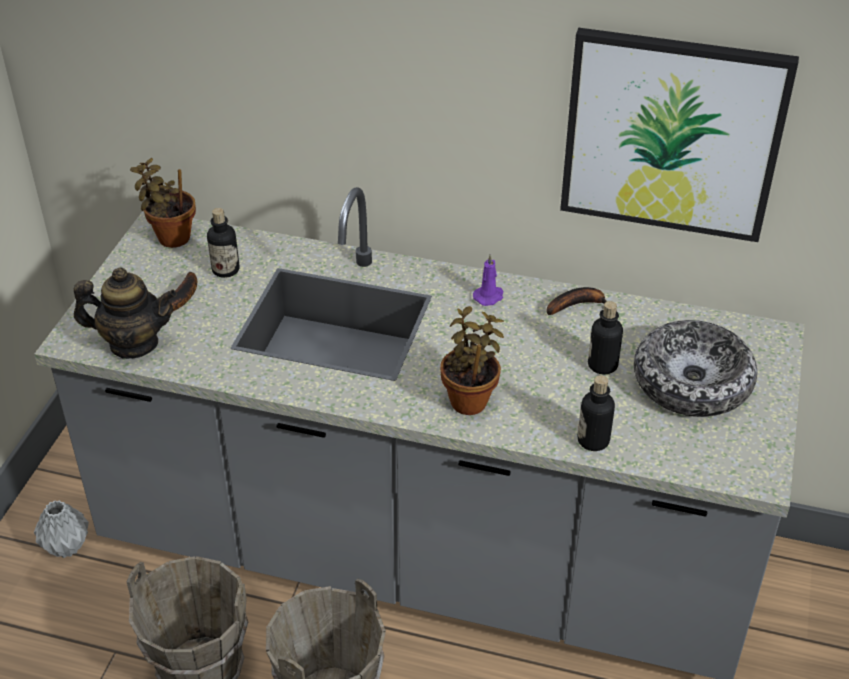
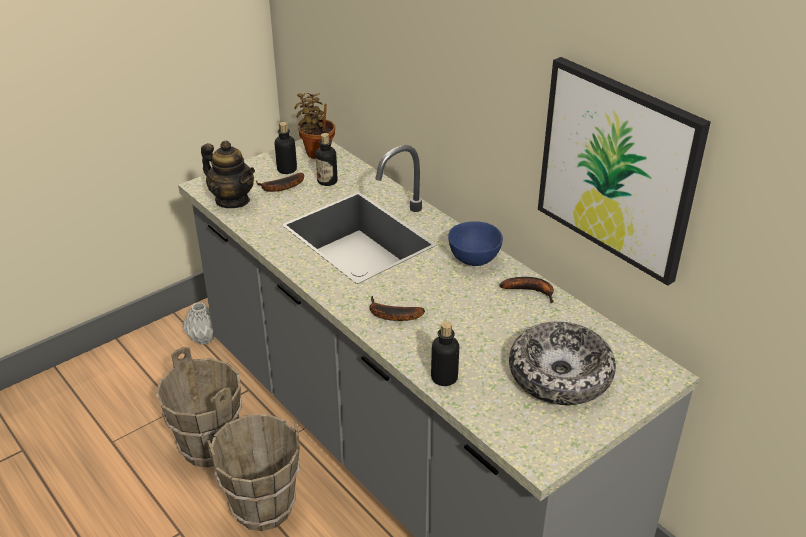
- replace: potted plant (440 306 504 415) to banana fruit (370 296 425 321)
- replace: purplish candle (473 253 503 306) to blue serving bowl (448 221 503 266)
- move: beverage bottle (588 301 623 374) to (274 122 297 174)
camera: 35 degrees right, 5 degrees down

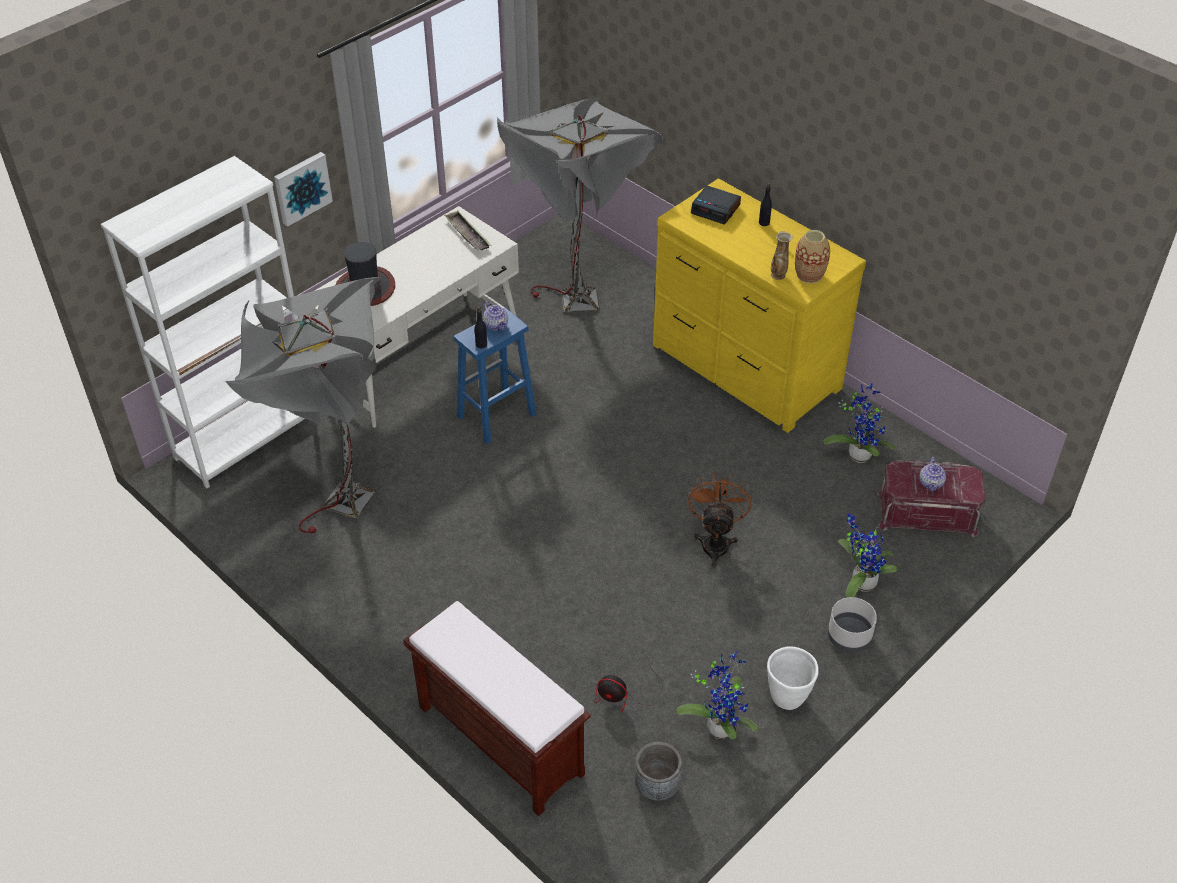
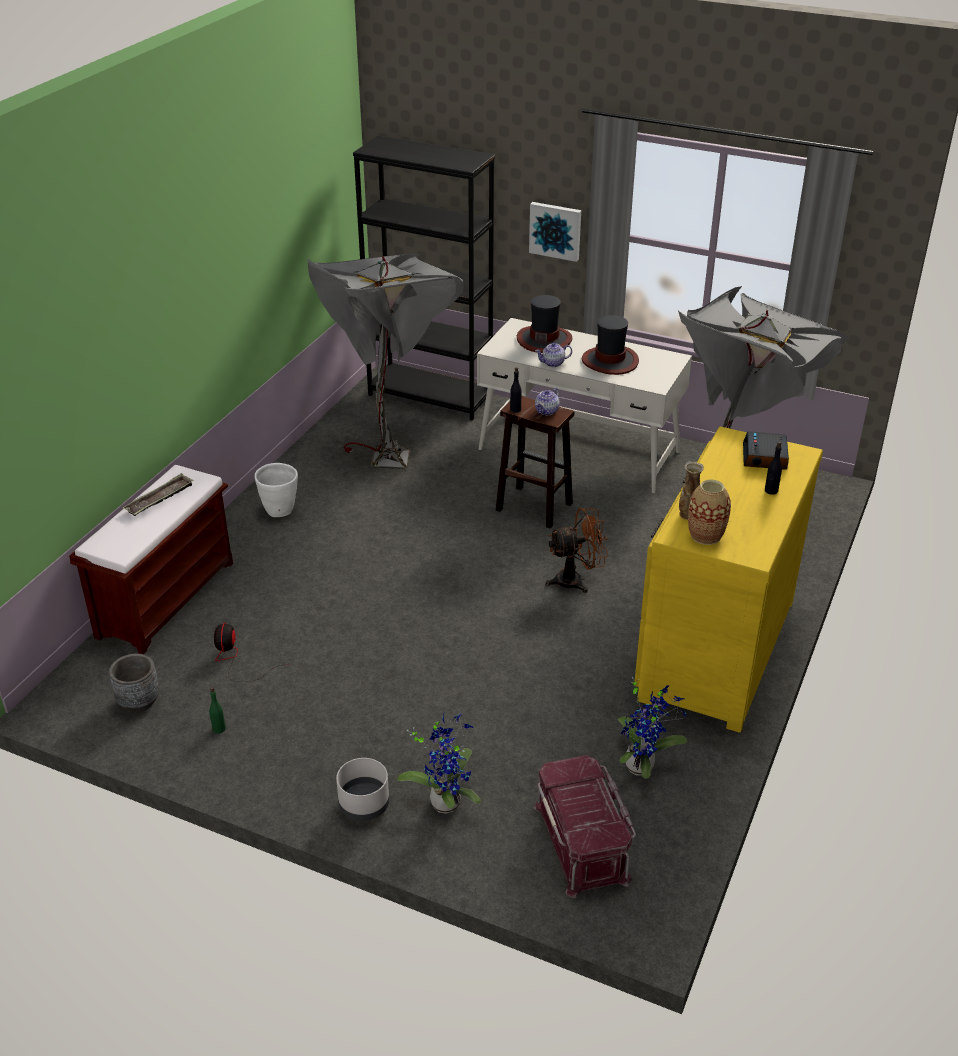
- recolor: whitish bookshelf (101 156 305 488) to black-coloured bookshelf (353 135 495 421)
- move: tray (444 211 492 250) to (122 473 194 516)
- recolor: blue stool (453 308 536 444) to brownish stool (496 396 574 529)
- replace: potted plant (676 651 759 739) to green beverage bottle (209 687 226 734)
- move: brownish electric fan (688 472 751 568) to (545 508 608 593)
- move: whitish planter (767 647 819 710) to (255 463 298 517)
- move: pot for tea (919 457 946 491) to (535 343 572 367)
- insert: hat (582 315 639 375)
camera: 70 degrees right, 10 degrees down

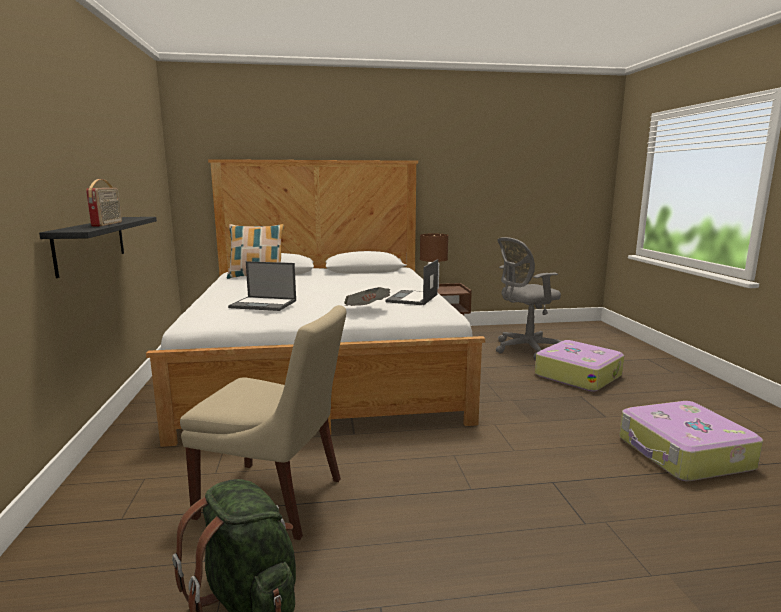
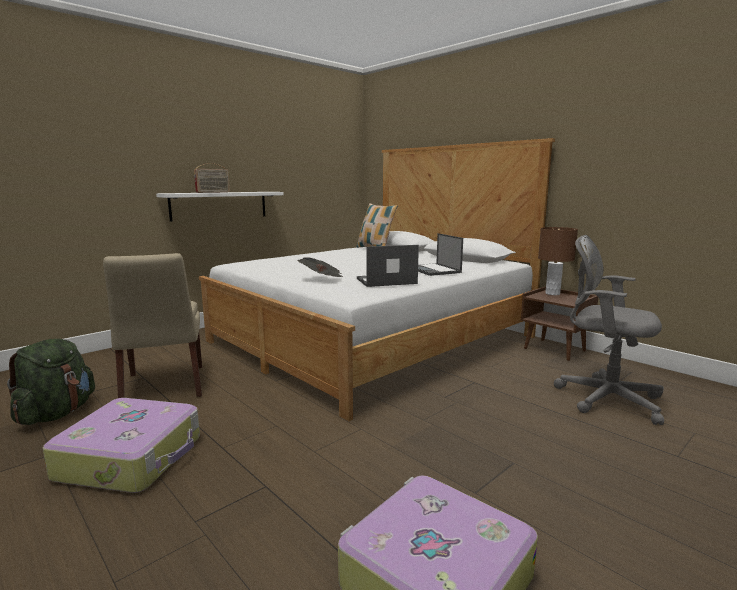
- recolor: black-coloured shelf (39 217 157 278) to whitish shelf (156 192 284 222)
- move: portable computer (228 261 296 311) to (418 233 463 276)
- move: piece of luggage (535 340 624 392) to (43 398 200 493)
camera: 55 degrees right, 0 degrees up

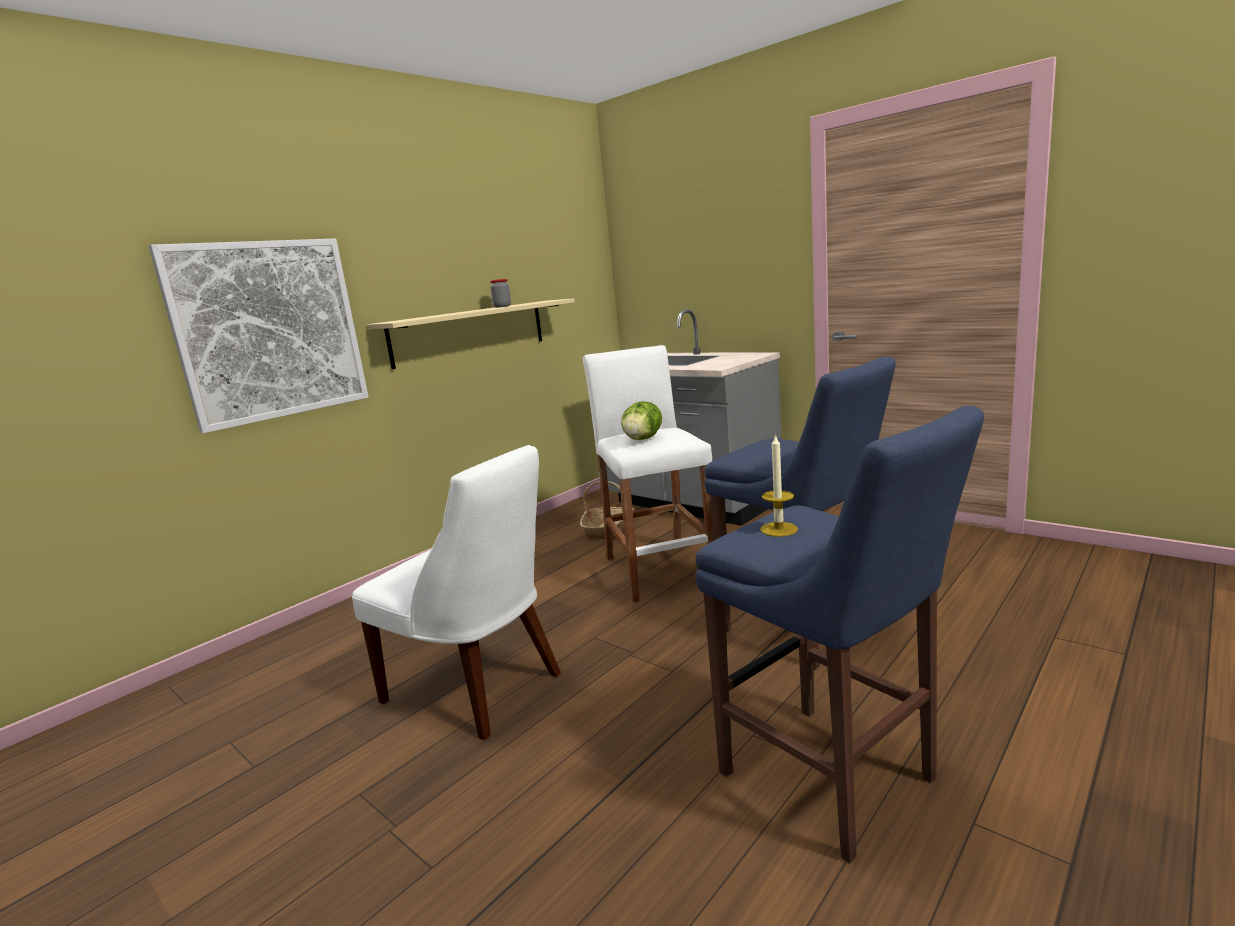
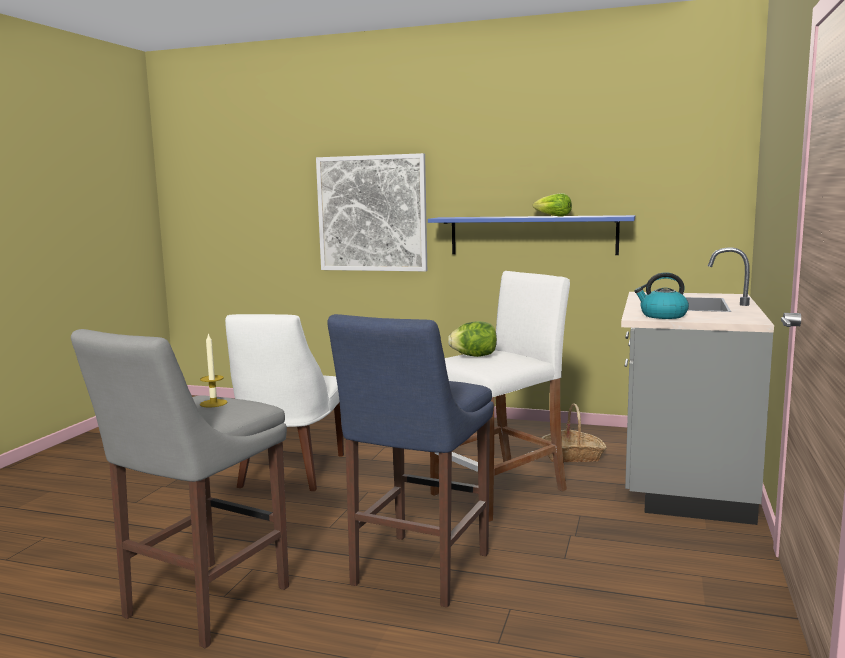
- recolor: beige shelf (367 298 575 369) to blue shelf (428 215 635 255)
- replace: storage jar (490 279 511 308) to lettuce (533 193 572 217)
- recolor: blue stool (695 406 984 863) to greyish stool (71 329 289 649)
- insert: kettle (634 272 689 319)
camera: 65 degrees right, 5 degrees down

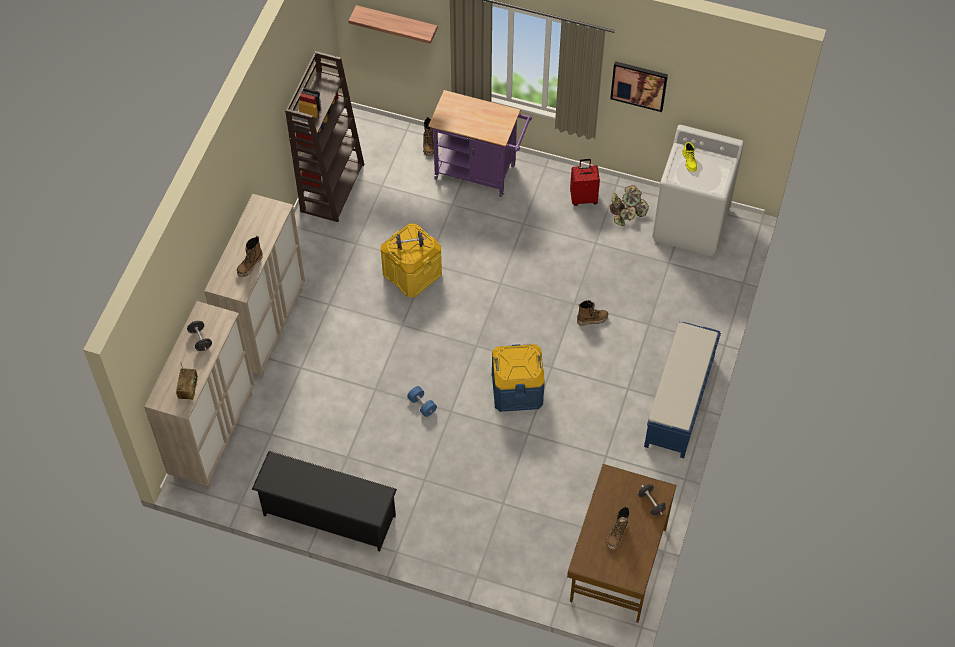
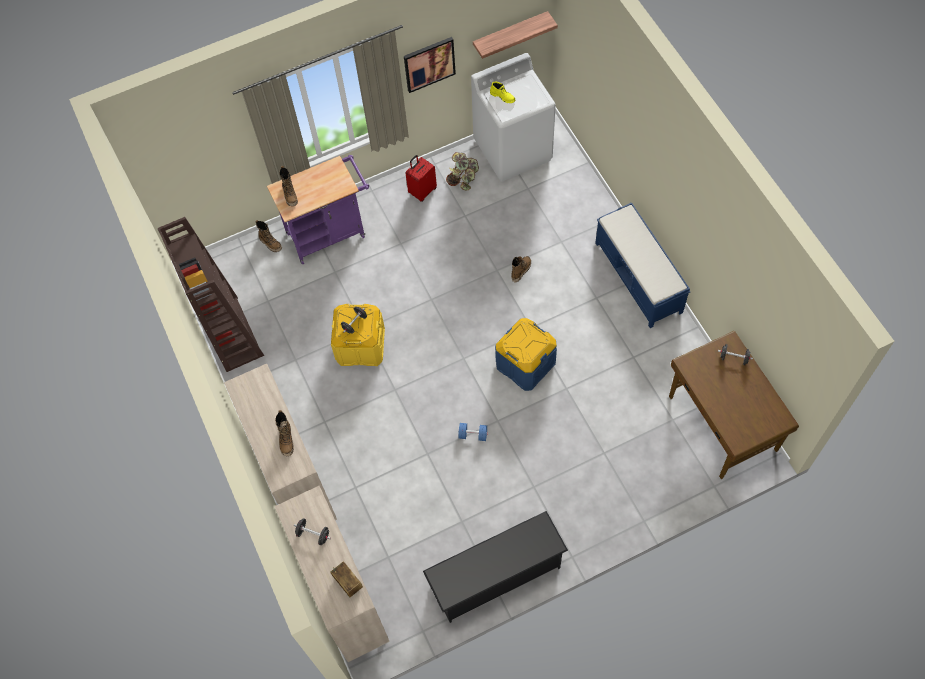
- move: shelf (348 5 438 44) to (473 11 558 59)
- move: high-top boot (607 506 629 550) to (280 166 298 206)
camera: 40 degrees left, 5 degrees up

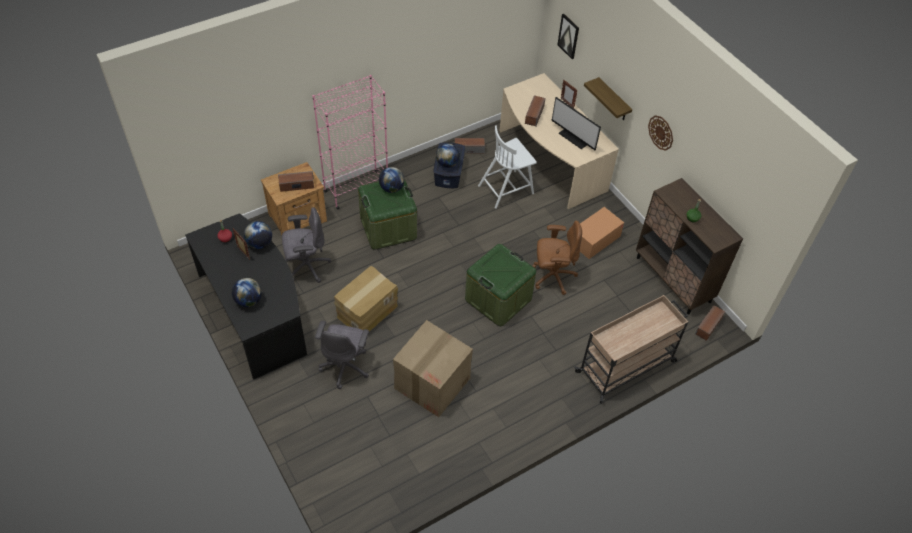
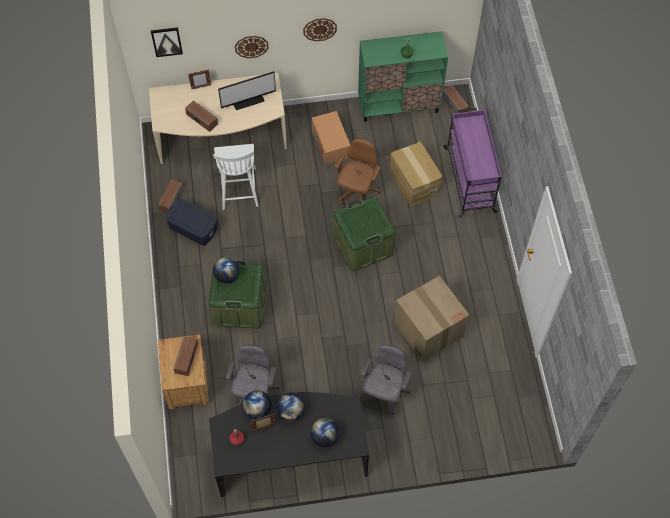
- delete: pink bookshelf (312 75 388 210)
- rotate: greyish office chair (315 321 369 389) = (361 345 412 415) 105 degrees counterclockwise
- move: carton (334 266 398 332) to (390 141 442 206)
- move: globe (436 143 460 168) to (277 393 305 422)
- recolor: beige cart (575 295 688 403) to purplish cart (444 108 502 217)
- replace: shelf (584 77 632 120) to hanging clock (235 36 269 58)
- recolor: brownish cabinet (636 178 743 315) to green cabinet (358 31 448 122)
camera: 65 degrees left, 10 degrees up

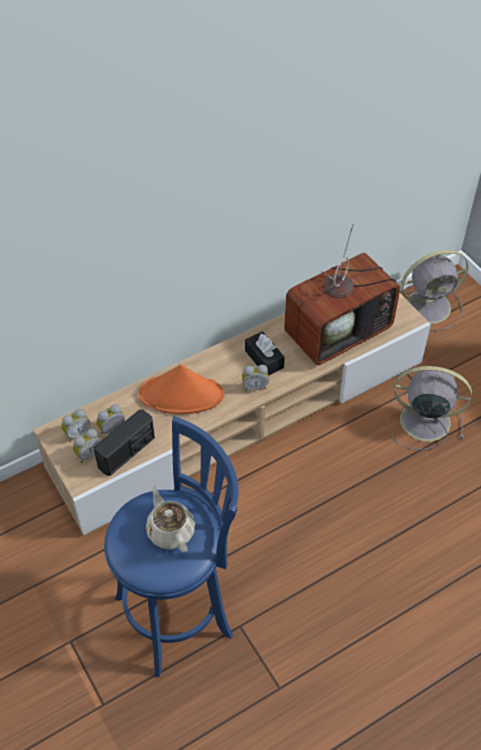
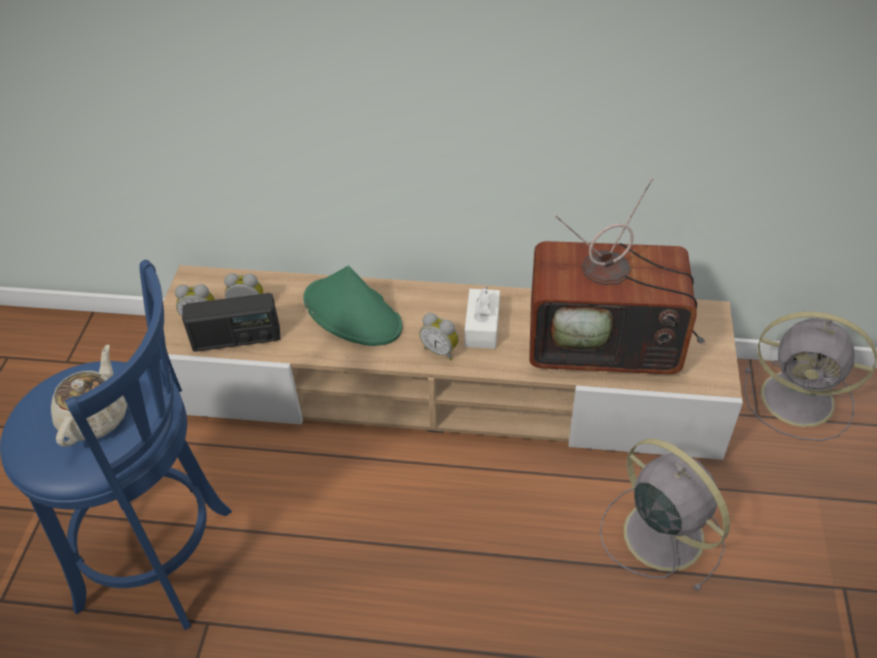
- delete: bedside clock (61 409 90 442)
- recolor: orange hat (138 364 224 414) to green hat (303 266 402 346)
- recolor: black-coloured tissue holder (245 331 285 376) to whitish tissue holder (465 287 500 349)
camera: 40 degrees right, 5 degrees down

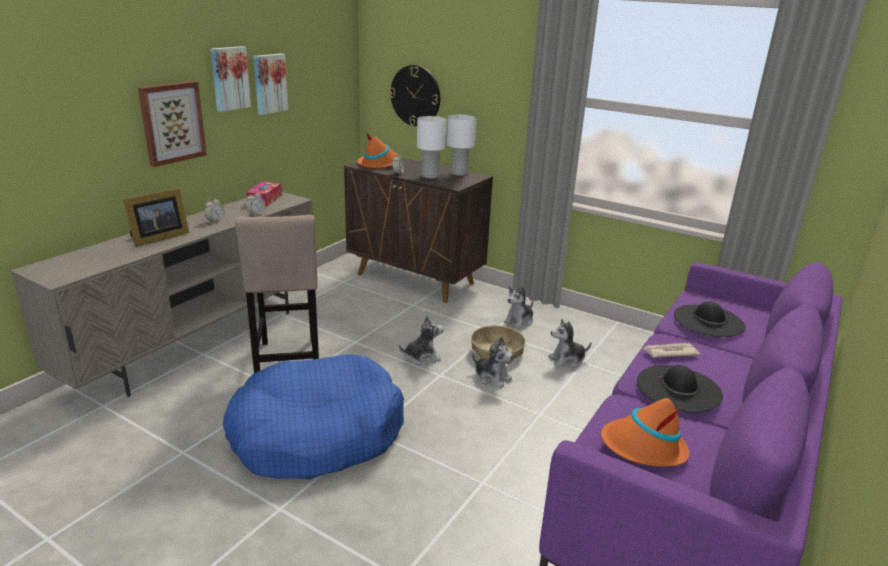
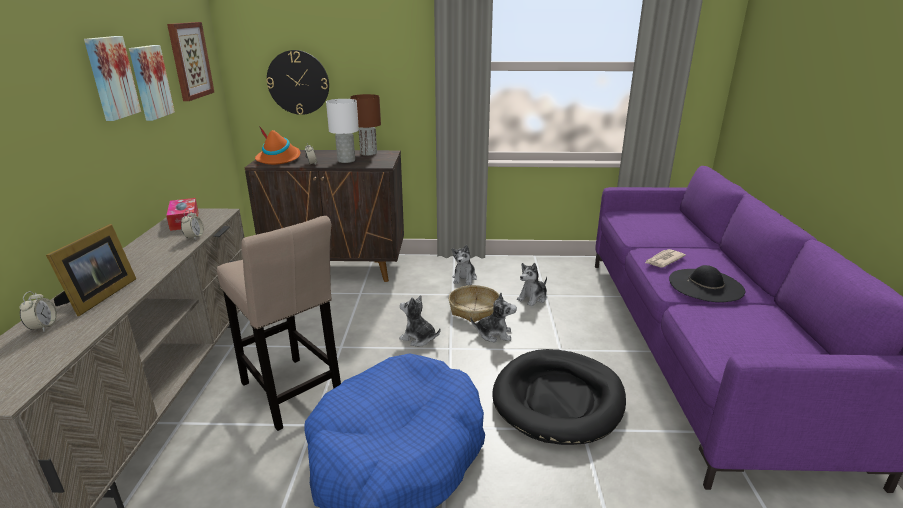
- move: wall picture (138 81 207 167) to (167 22 214 101)
- move: bedside clock (204 197 224 222) to (20 291 57 332)
- rotate: cuddly toy (399 315 444 365) = (399 295 440 347) 105 degrees counterclockwise
- recolor: whitish lamp for a table (447 115 476 176) to brownish lamp for a table (350 94 381 156)
- delete: orange hat (601 398 689 467)
- delete: black-coloured hat (674 301 746 337)
- insert: black-coloured pet bed (492 349 626 445)
camera: 30 degrees left, 0 degrees up

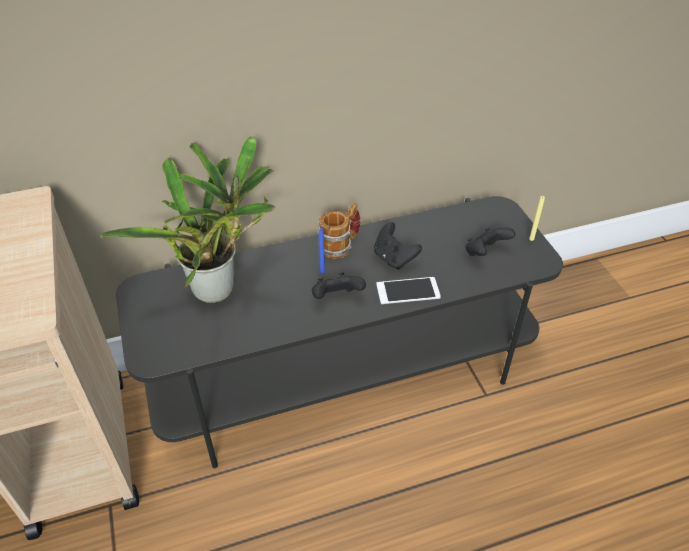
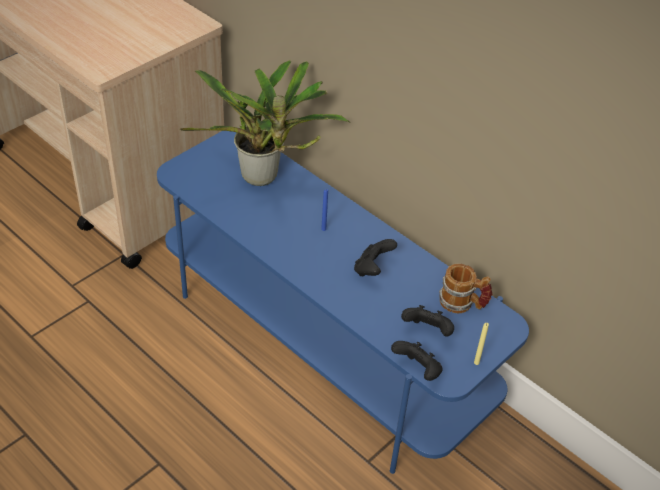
- recolor: greyish media console (116 196 563 468) to blue media console (157 131 529 474)
- move: black-coloured joypad (312 273 366 299) to (391 341 443 381)
- move: mug (318 203 360 259) to (439 264 492 313)
- delete: phone (376 277 441 304)
camera: 60 degrees right, 0 degrees up

